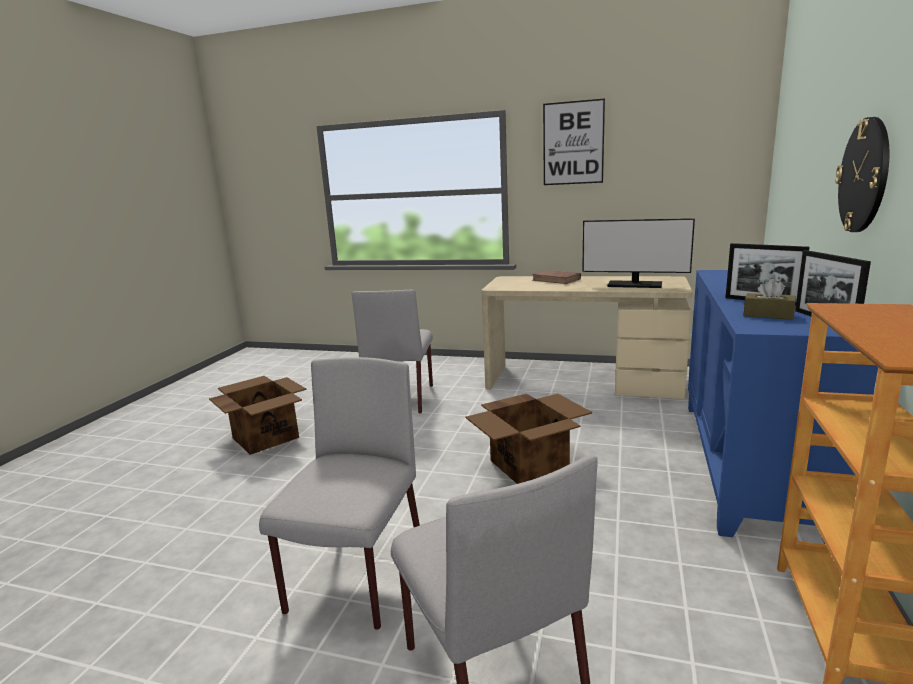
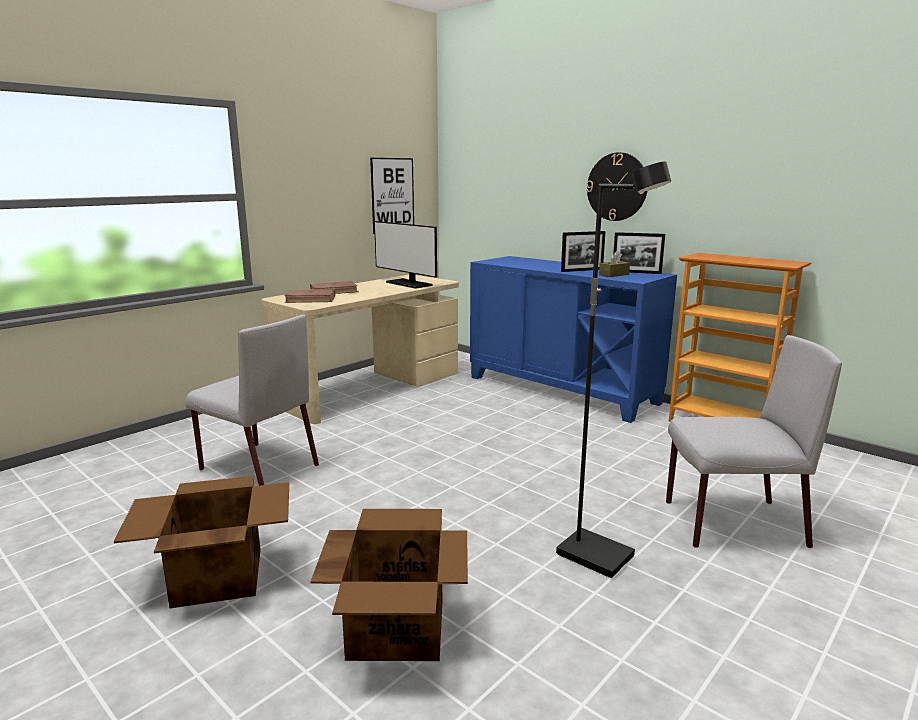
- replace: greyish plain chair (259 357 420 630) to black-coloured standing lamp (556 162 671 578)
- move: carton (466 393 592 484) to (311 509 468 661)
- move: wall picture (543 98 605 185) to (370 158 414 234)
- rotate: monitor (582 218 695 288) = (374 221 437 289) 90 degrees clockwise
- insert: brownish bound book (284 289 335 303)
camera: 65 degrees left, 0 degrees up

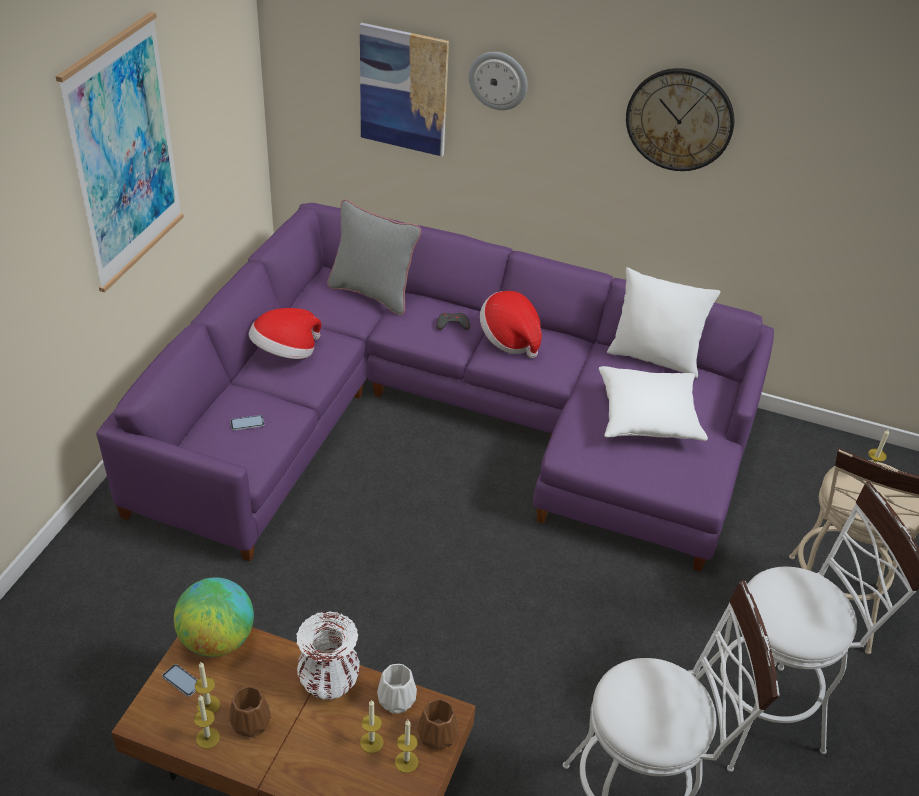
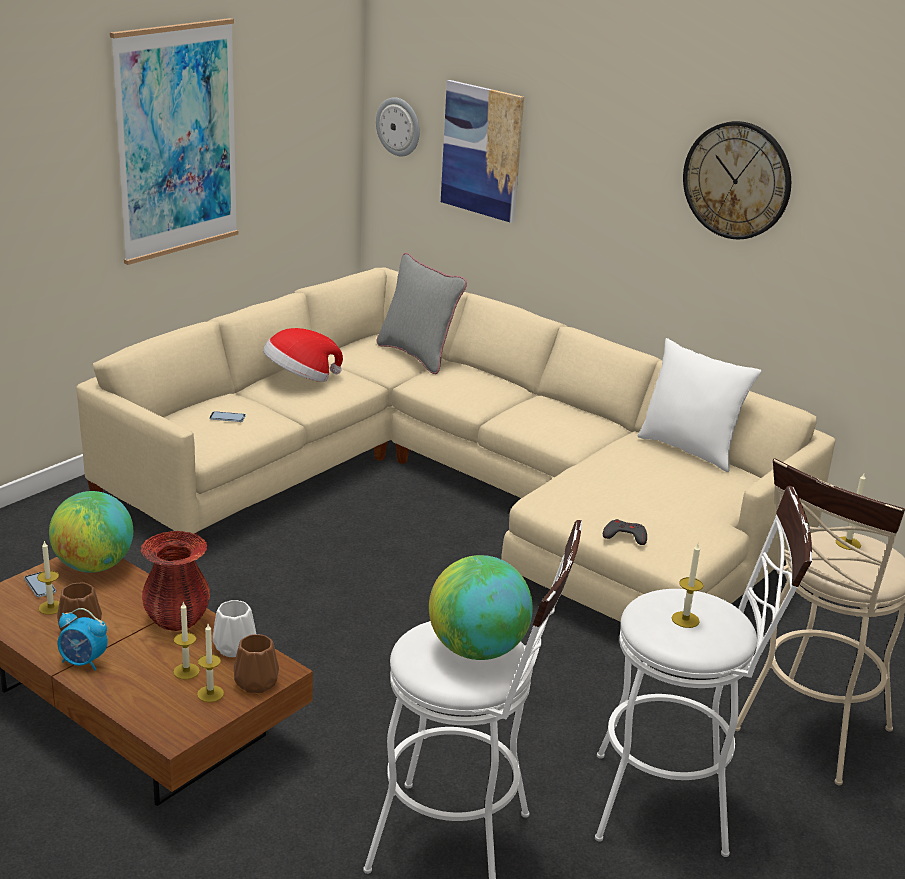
- recolor: purplish sofa (96 203 774 572) to beige sofa (76 268 835 622)
- move: candle (194 695 220 749) to (672 544 704 628)
- recolor: whitish flower vase (296 611 360 700) to reddish flower vase (141 531 210 631)
- move: greyish joypad (436 313 470 330) to (603 519 647 545)
- move: hanging clock (469 52 527 110) to (376 97 420 156)
- delete: hat (480 291 542 358)
- delete: whitish throw pillow (599 366 708 441)
- insert: bedside clock (57 608 108 671)
- insert: globe (429 555 533 660)
camera: 20 degrees right, 15 degrees down

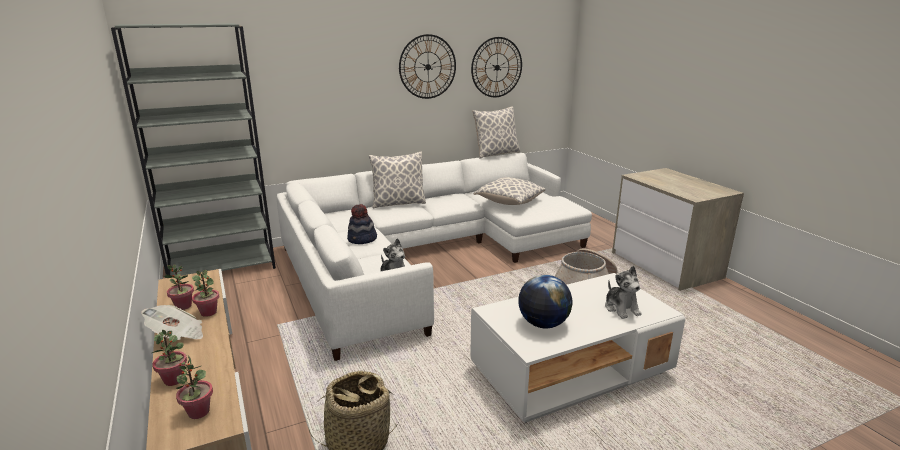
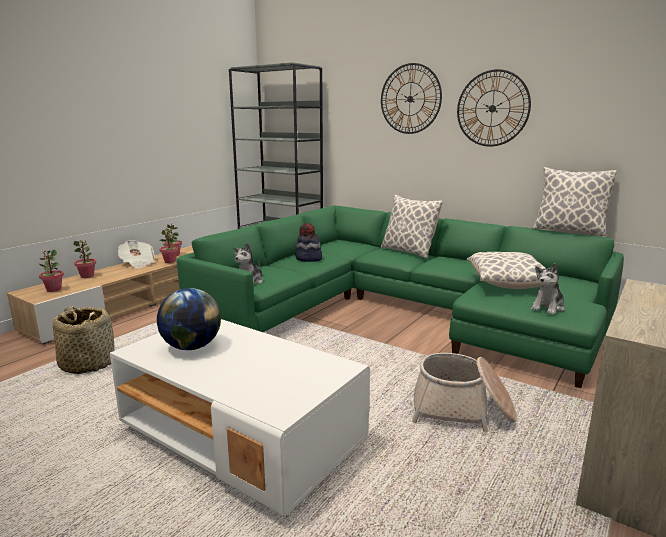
- recolor: whitish sofa (277 153 592 361) to green sofa (176 206 624 388)
- move: hanging clock (471 37 522 97) to (381 63 442 134)
- move: cuddly toy (605 266 642 319) to (531 263 565 315)
camera: 60 degrees right, 5 degrees down

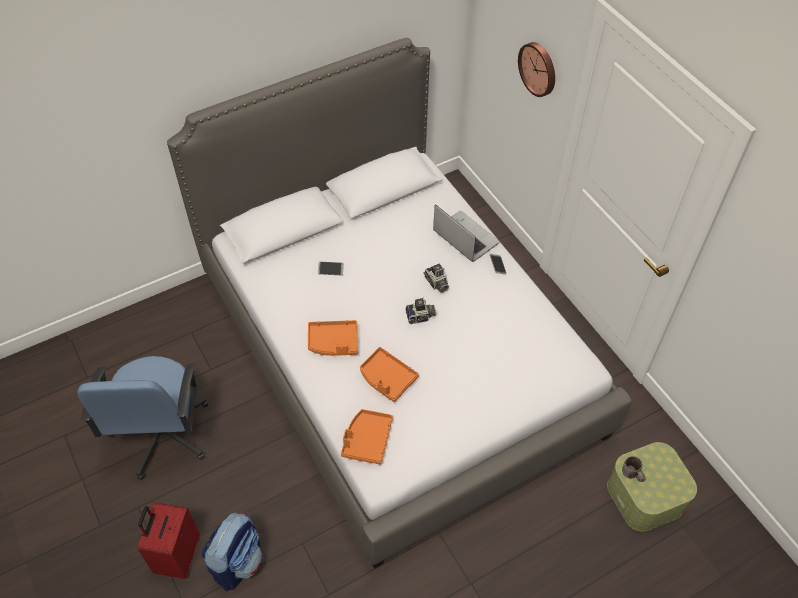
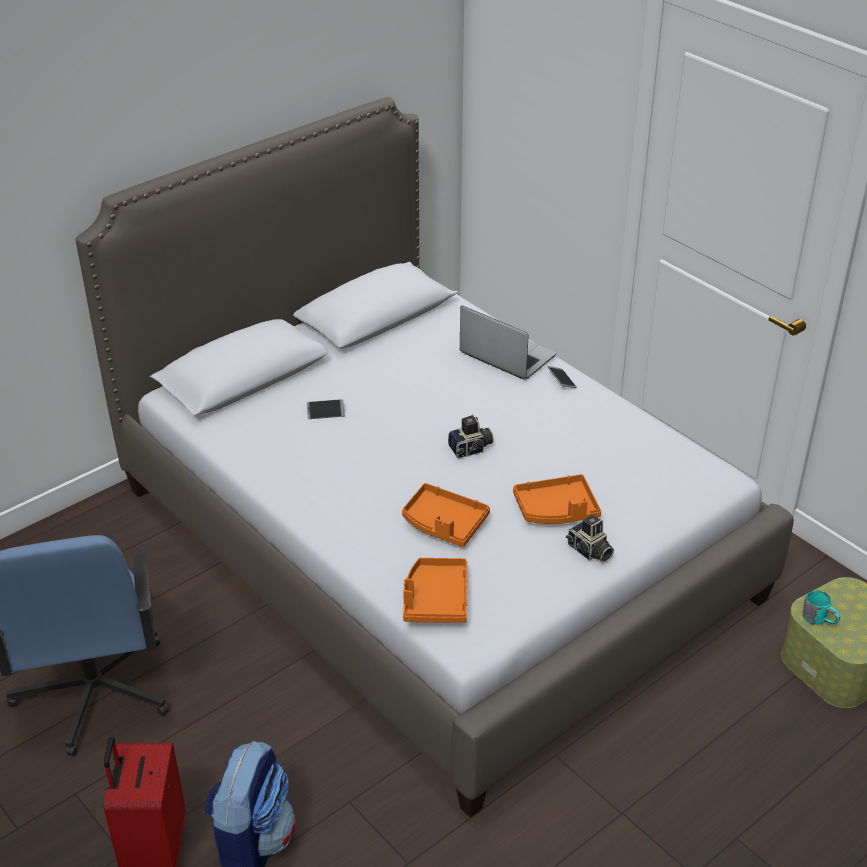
- move: orange tray (308 320 358 356) to (513 474 601 524)
- move: still camera (424 264 449 293) to (566 515 614 562)
- delete: hanging clock (518 42 555 97)
- recolor: brownish mug (622 456 645 482) to turquoise-coloured mug (802 590 840 625)
camera: 10 degrees left, 15 degrees down

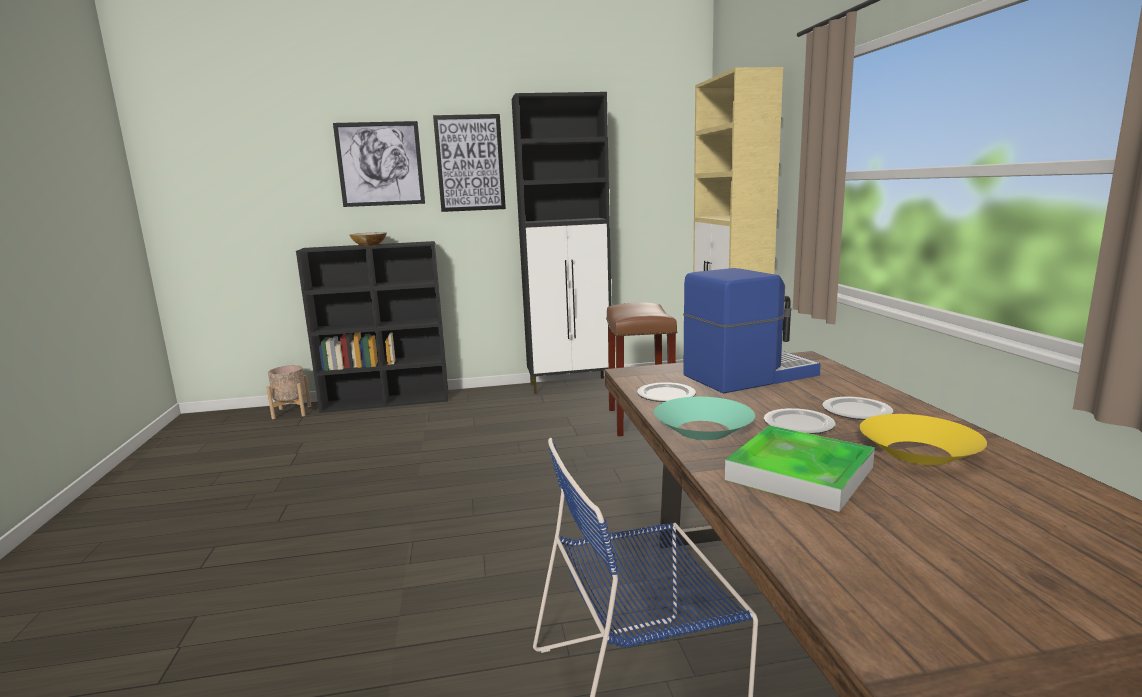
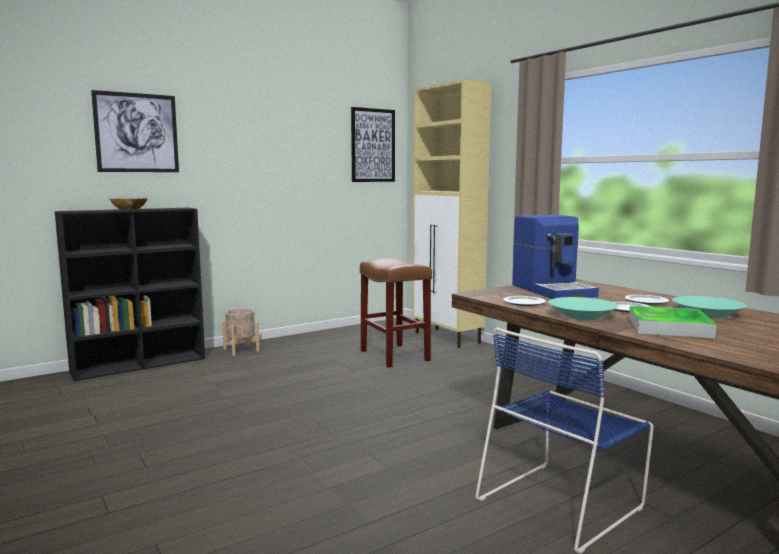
- move: beige planter (266 365 311 419) to (222 308 260 356)
- move: wall picture (433 114 506 212) to (351 107 395 182)
- delete: black-coloured cabinet (512 92 612 394)
- rotate: coffee brewer (683 268 821 394) = (512 215 599 299) 120 degrees clockwise
- recolor: yellowish serving bowl (860 414 987 465) to turquoise-coloured serving bowl (672 296 747 319)
camera: 25 degrees left, 5 degrees down

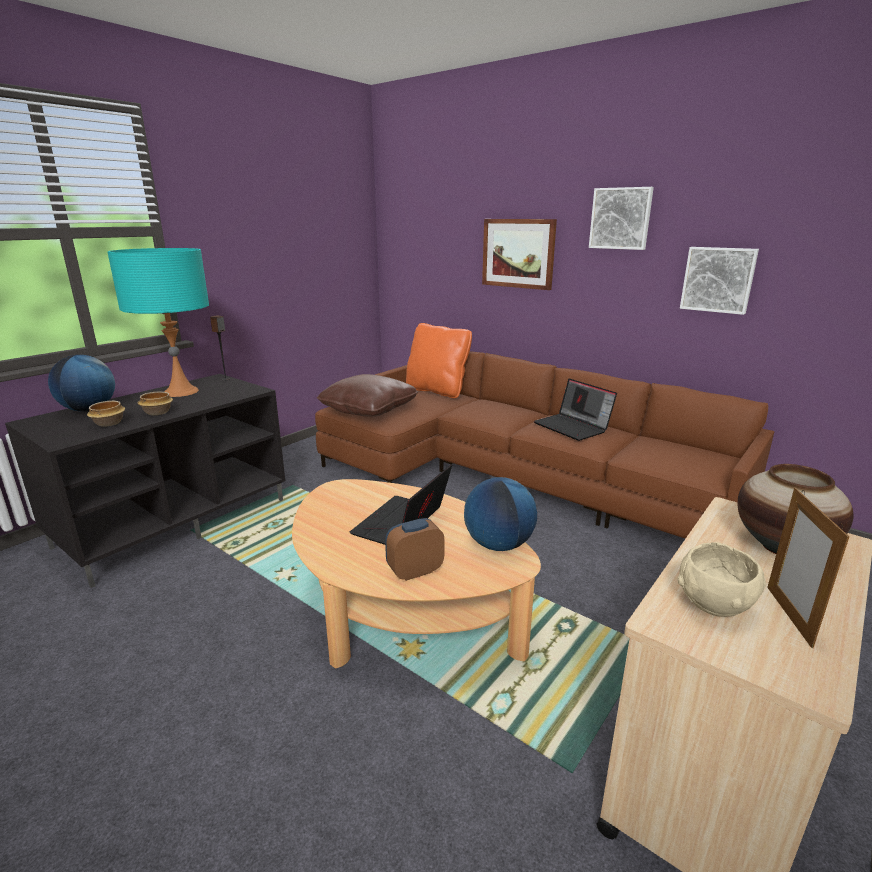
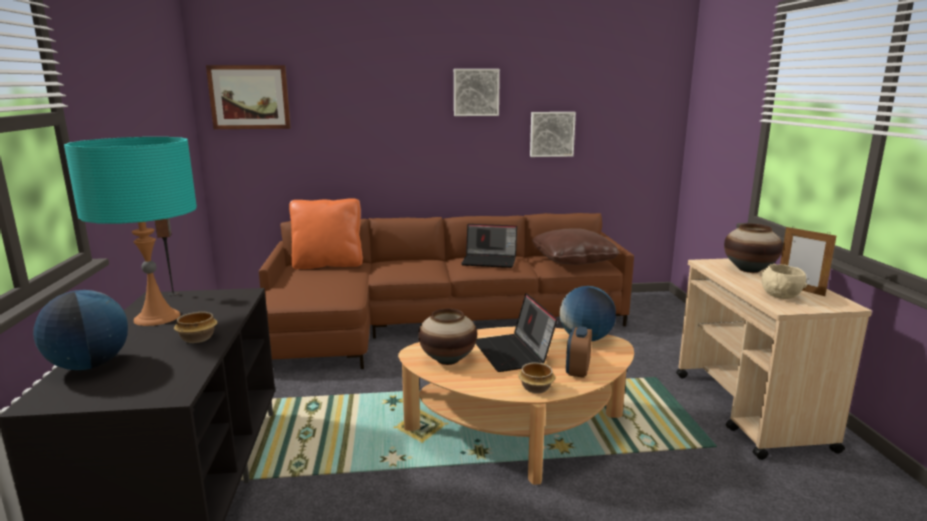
- move: serving bowl (87 401 125 427) to (518 362 555 394)
- move: brownish throw pillow (317 374 418 417) to (532 228 620 265)
- move: wall picture (482 219 557 290) to (206 65 291 129)
- insert: flower vase (418 308 477 365)
camera: 45 degrees left, 5 degrees down

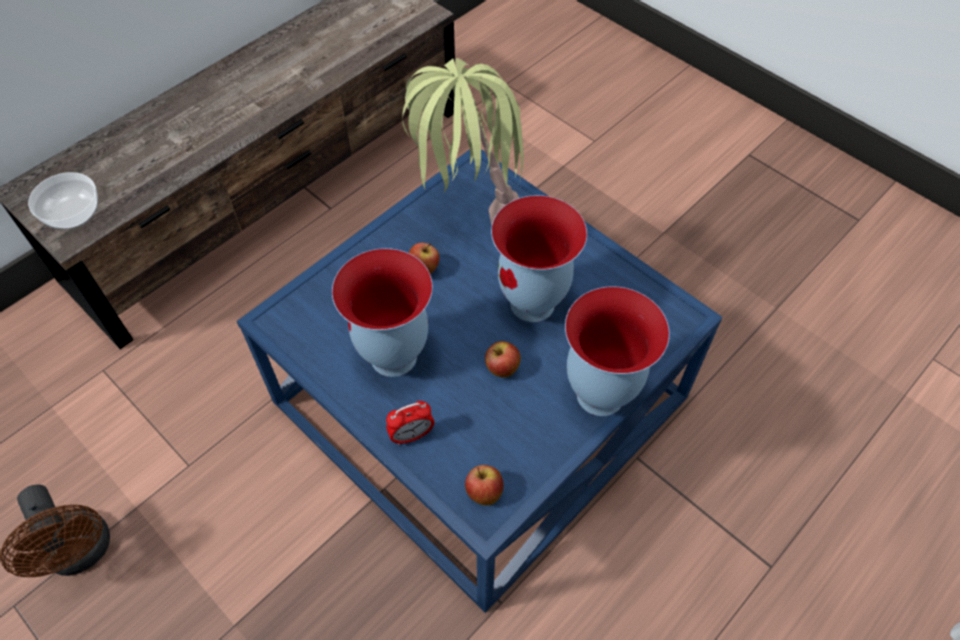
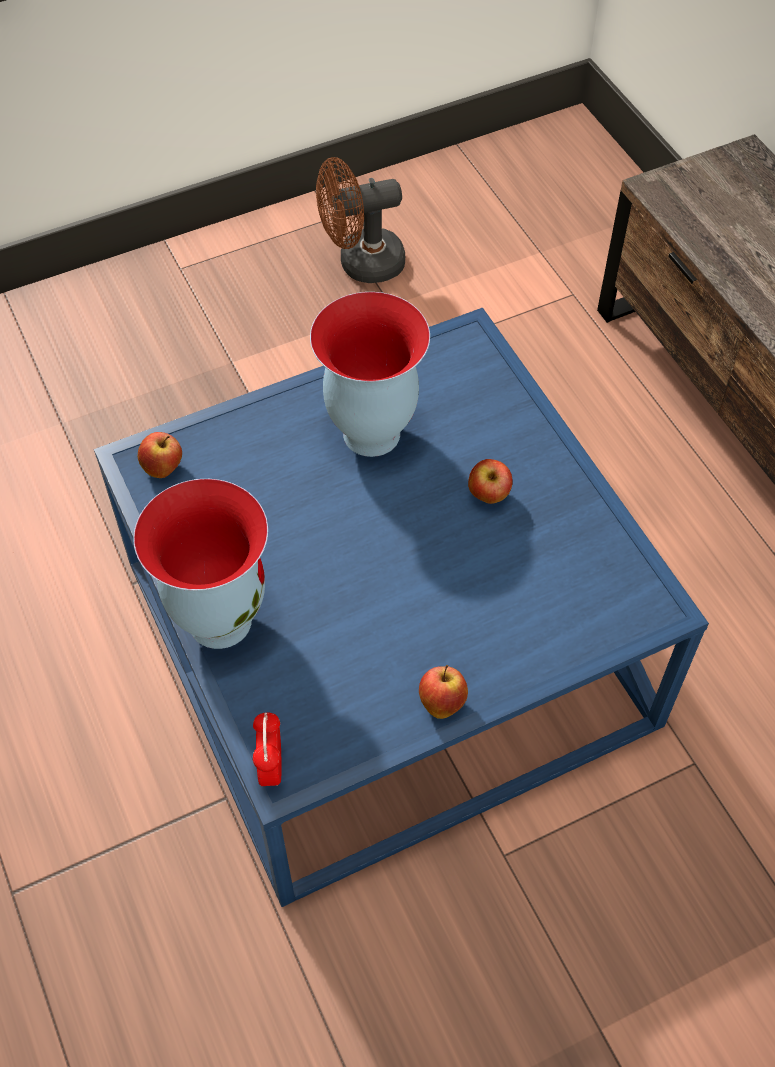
- delete: serving bowl (28 172 98 229)
- move: bedside clock (386 401 434 445) to (253 712 282 786)
- delete: potted plant (402 58 524 225)
- move: apple fruit (485 341 521 378) to (419 665 468 719)
- delete: flower vase (491 195 587 322)
camera: 110 degrees right, 0 degrees up

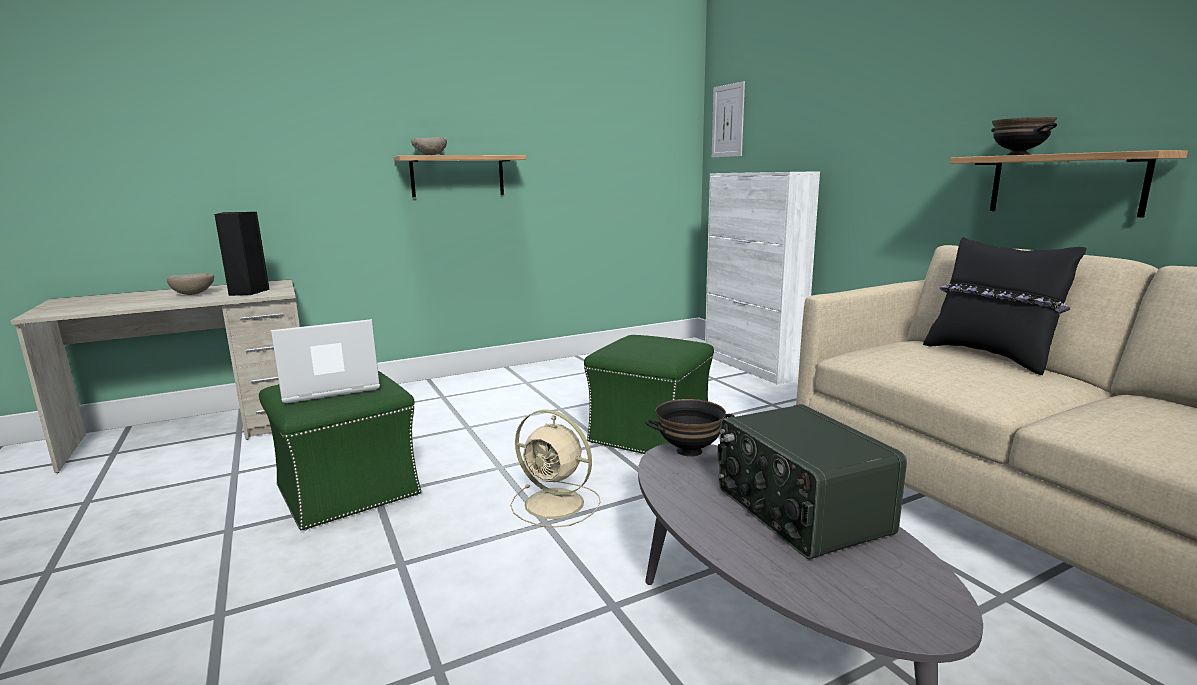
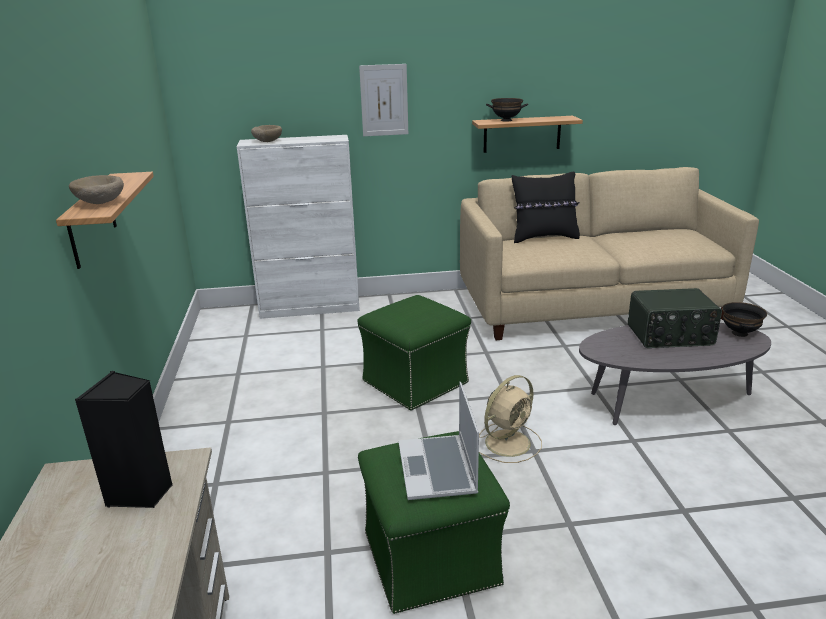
- move: beige serving bowl (167 273 214 295) to (251 125 282 142)
- move: black-coloured serving bowl (645 399 735 457) to (722 302 767 337)
- move: wall picture (712 81 745 158) to (359 64 408 136)
camera: 70 degrees left, 10 degrees up

